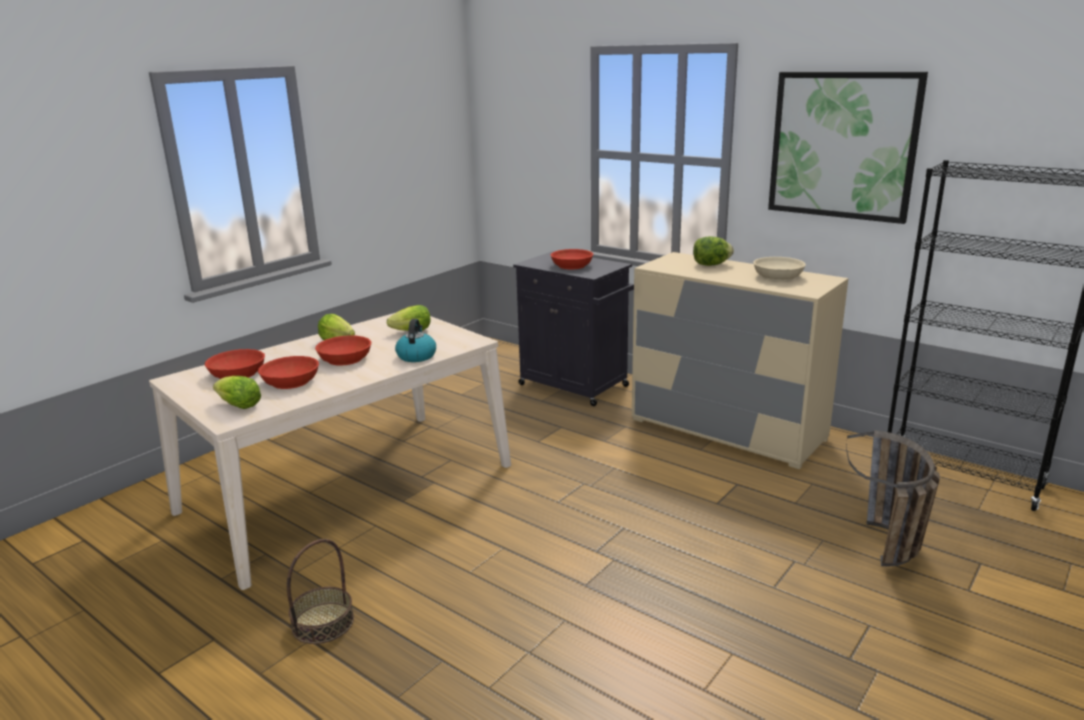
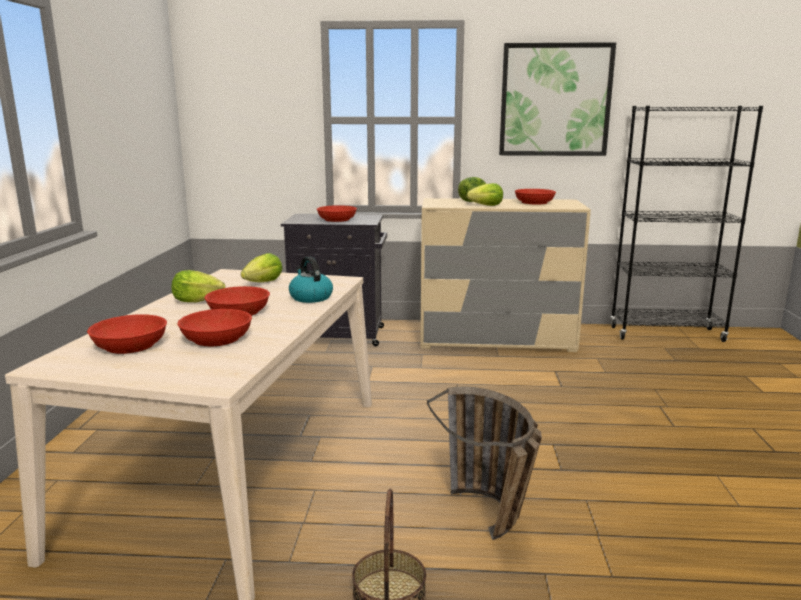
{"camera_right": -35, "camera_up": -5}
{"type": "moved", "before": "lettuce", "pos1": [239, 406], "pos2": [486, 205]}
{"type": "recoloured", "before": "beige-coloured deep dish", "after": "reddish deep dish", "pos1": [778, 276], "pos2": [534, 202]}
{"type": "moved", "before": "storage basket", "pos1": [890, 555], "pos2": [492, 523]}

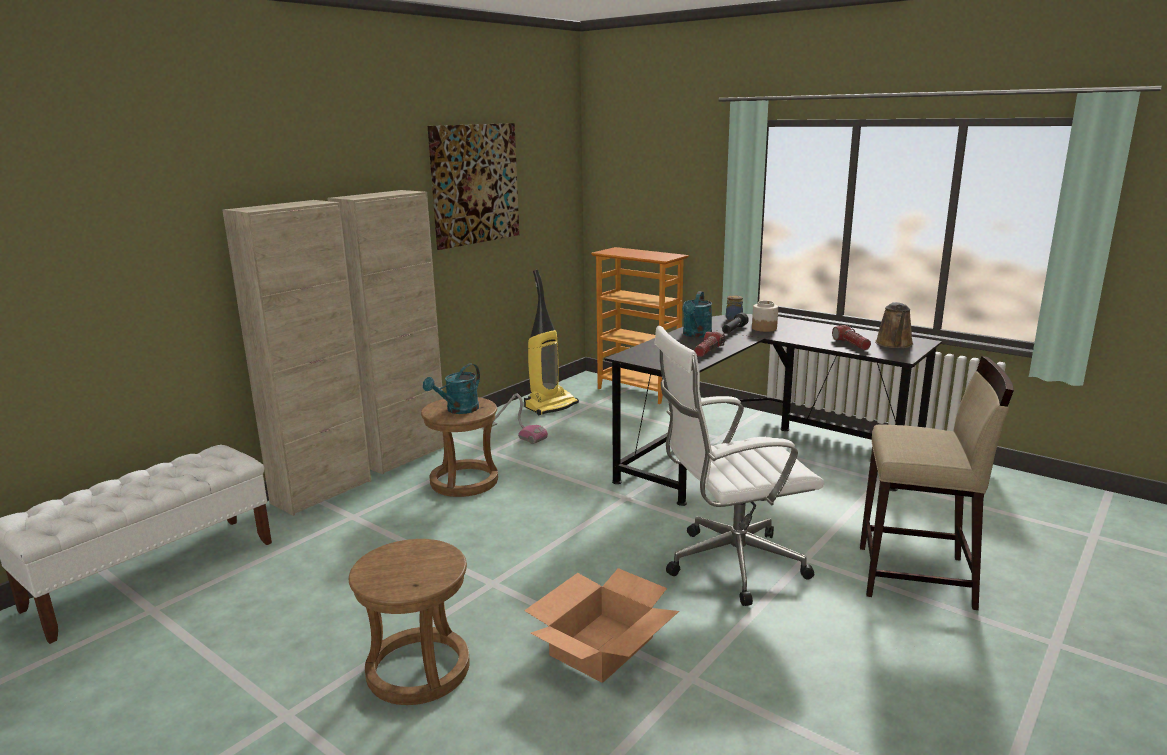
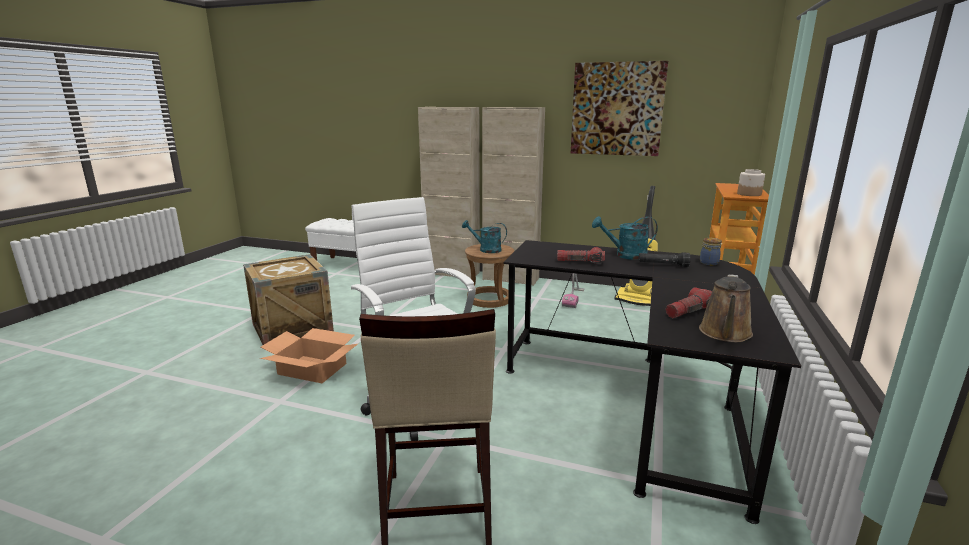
{"camera_right": 70, "camera_up": 0}
{"type": "replaced", "before": "brown-coloured stool seat", "after": "crate", "pos1": [418, 669], "pos2": [292, 328]}
{"type": "moved", "before": "jar", "pos1": [764, 328], "pos2": [749, 194]}
{"type": "turned", "before": "brown-coloured watering pot", "pos1": [894, 344], "pos2": [725, 334], "turn": -60}

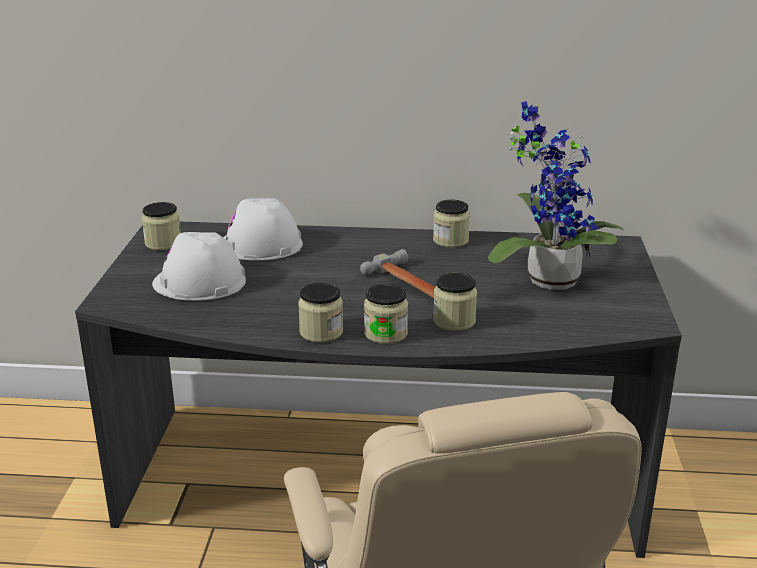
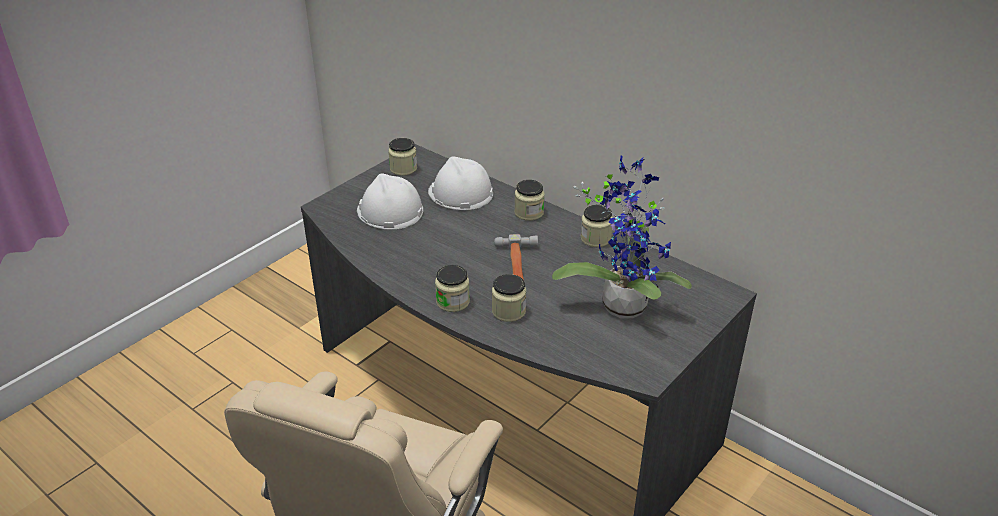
{"camera_right": 35, "camera_up": 10}
{"type": "moved", "before": "jar", "pos1": [321, 332], "pos2": [529, 213]}

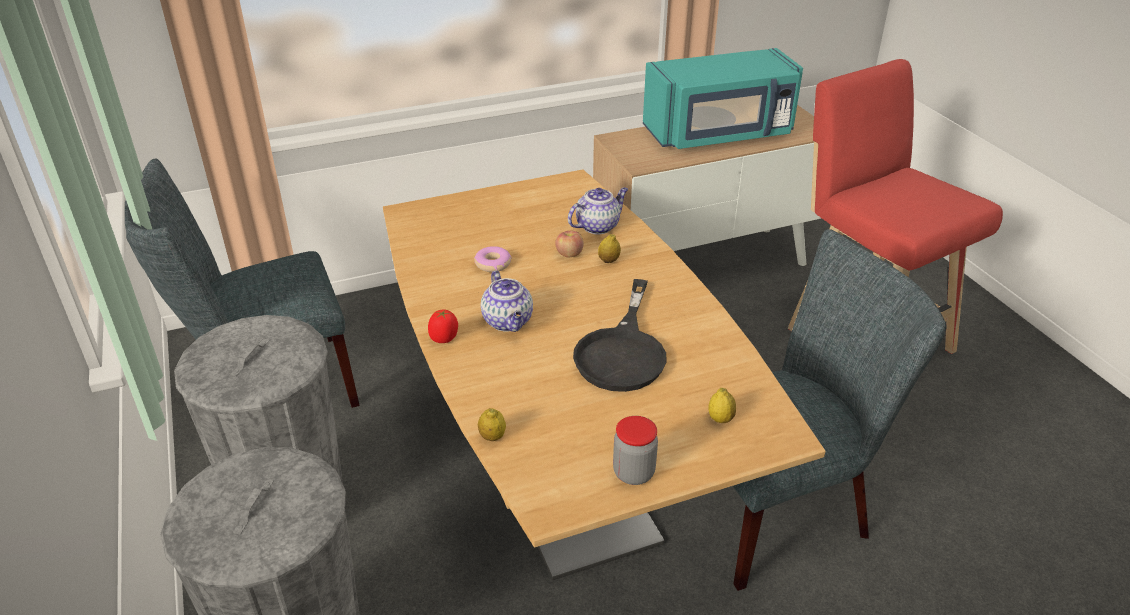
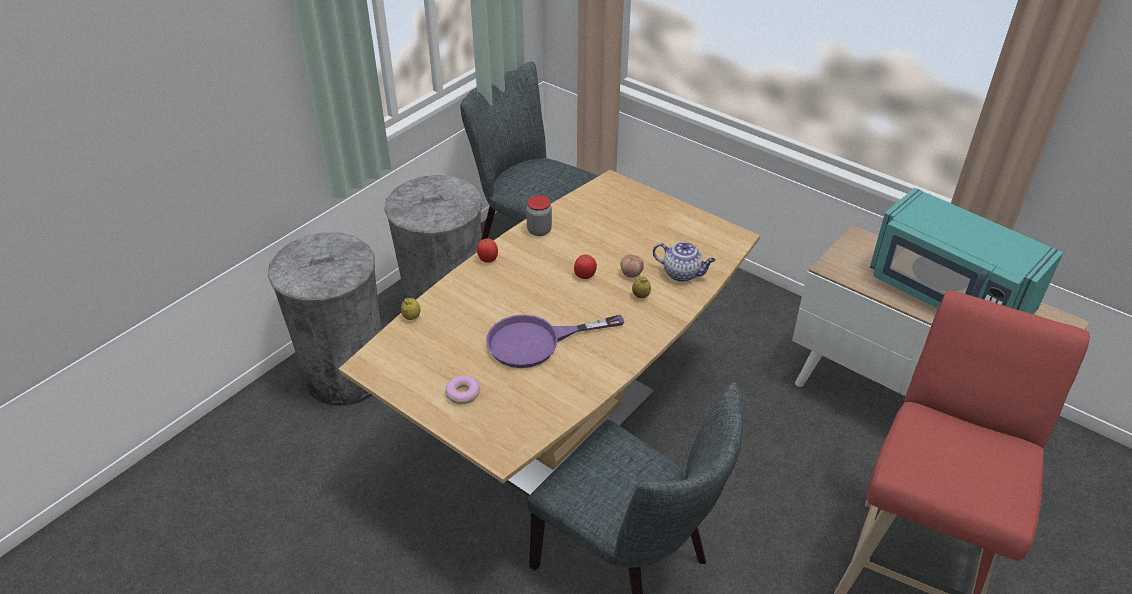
{"camera_right": 60, "camera_up": 5}
{"type": "moved", "before": "ring doughnut", "pos1": [493, 264], "pos2": [462, 393]}
{"type": "removed", "before": "teapot", "pos1": [508, 322]}
{"type": "recoloured", "before": "black-coloured pan", "after": "purplish pan", "pos1": [623, 351], "pos2": [536, 342]}
{"type": "moved", "before": "jar", "pos1": [633, 473], "pos2": [539, 230]}
{"type": "removed", "before": "citrus fruit", "pos1": [720, 419]}
{"type": "added", "after": "tomato", "pos2": [585, 276]}

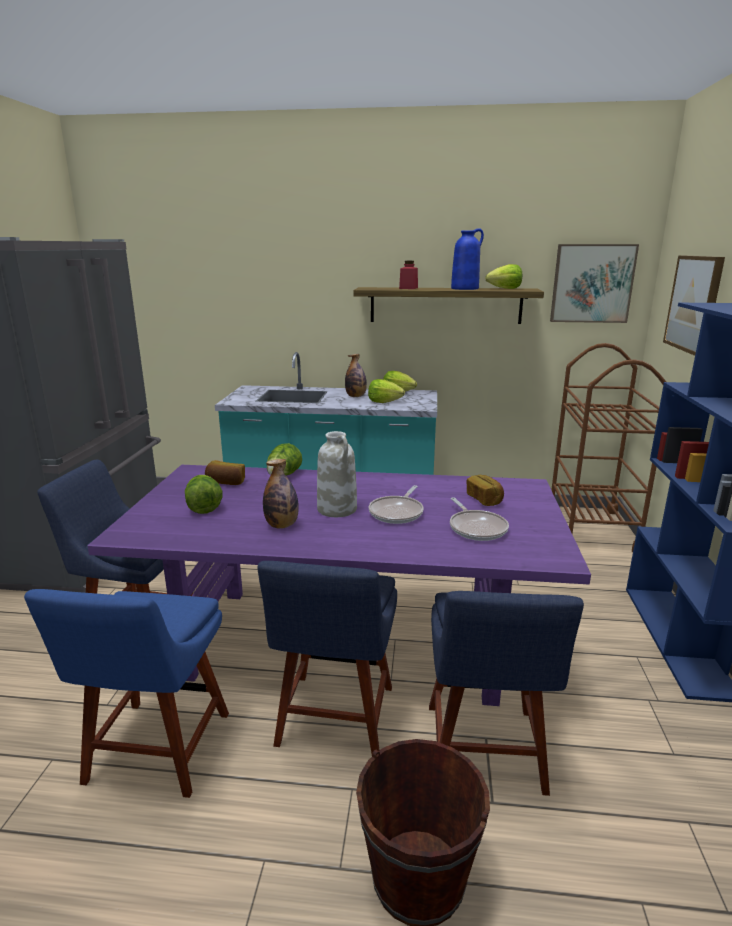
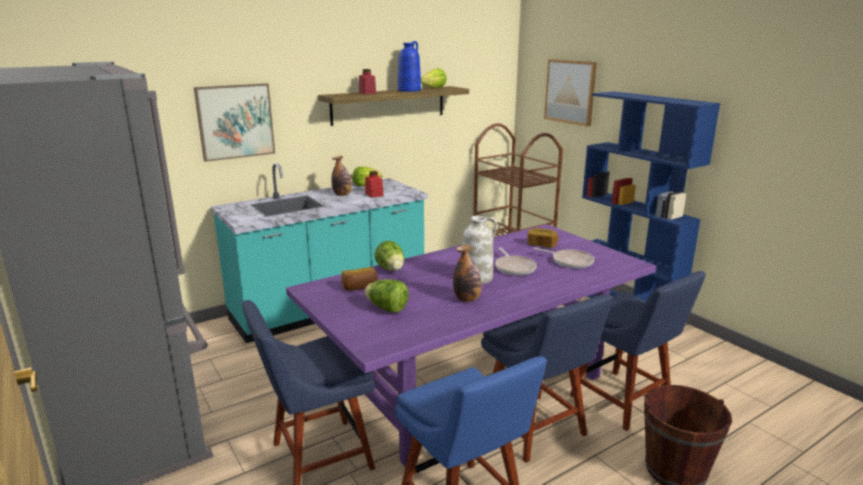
{"camera_right": -40, "camera_up": 0}
{"type": "replaced", "before": "lettuce", "after": "reddish jar", "pos1": [384, 402], "pos2": [374, 194]}
{"type": "moved", "before": "wall art", "pos1": [592, 283], "pos2": [235, 121]}

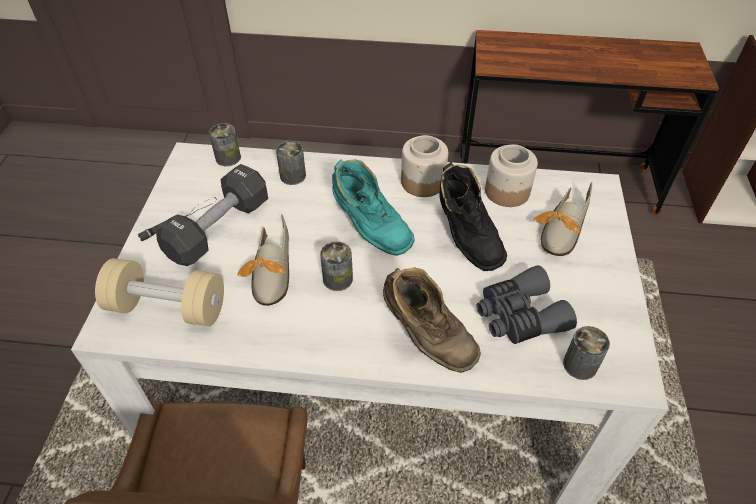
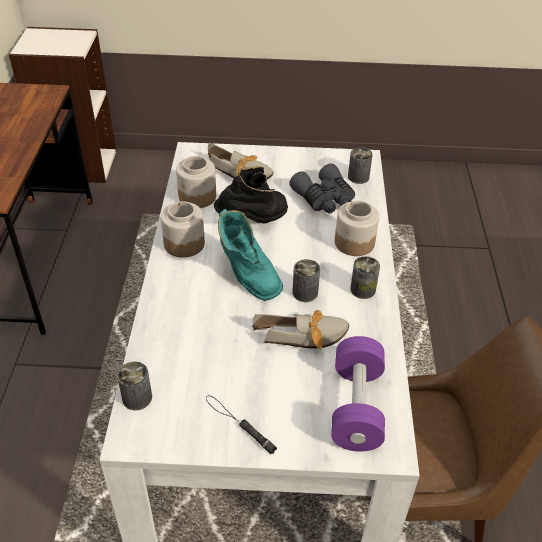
{"camera_right": -95, "camera_up": -5}
{"type": "recoloured", "before": "beige-coloured dumbbell", "after": "purplish dumbbell", "pos1": [168, 307], "pos2": [356, 407]}
{"type": "removed", "before": "black-coloured dumbbell", "pos1": [219, 229]}
{"type": "moved", "before": "metal can", "pos1": [293, 176], "pos2": [363, 289]}
{"type": "turned", "before": "turquoise high-top boot", "pos1": [369, 230], "pos2": [247, 276], "turn": 105}
{"type": "replaced", "before": "brown-coloured high-top boot", "after": "jar", "pos1": [426, 339], "pos2": [354, 242]}

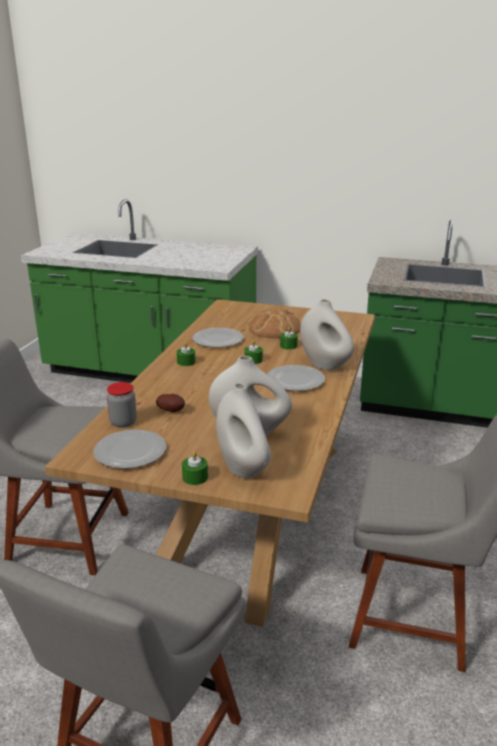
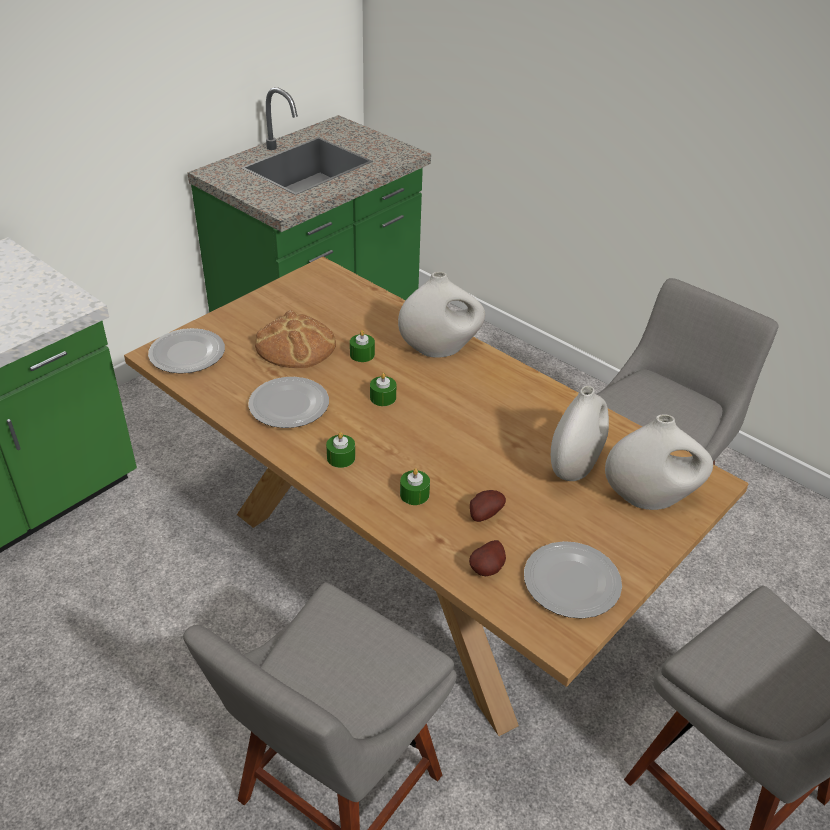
{"camera_right": -65, "camera_up": 15}
{"type": "replaced", "before": "jar", "after": "potato", "pos1": [123, 422], "pos2": [488, 569]}
{"type": "moved", "before": "greenish candle", "pos1": [195, 477], "pos2": [414, 494]}
{"type": "moved", "before": "plate", "pos1": [294, 381], "pos2": [187, 354]}

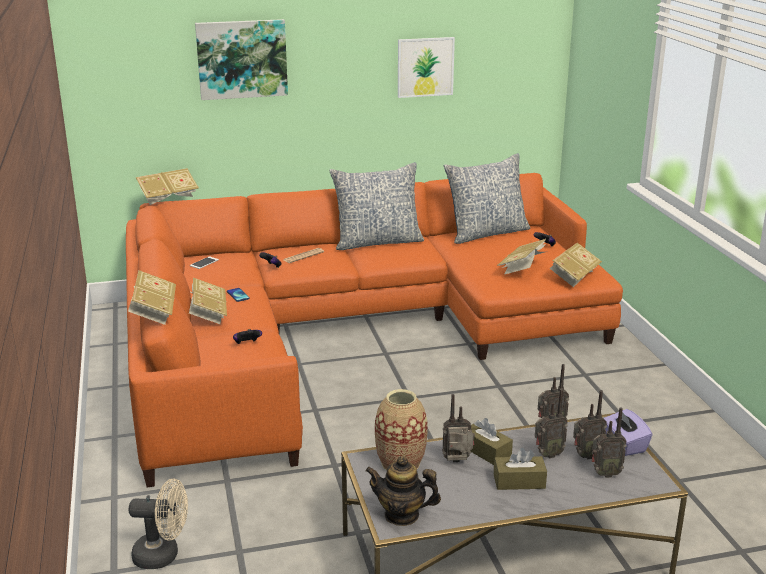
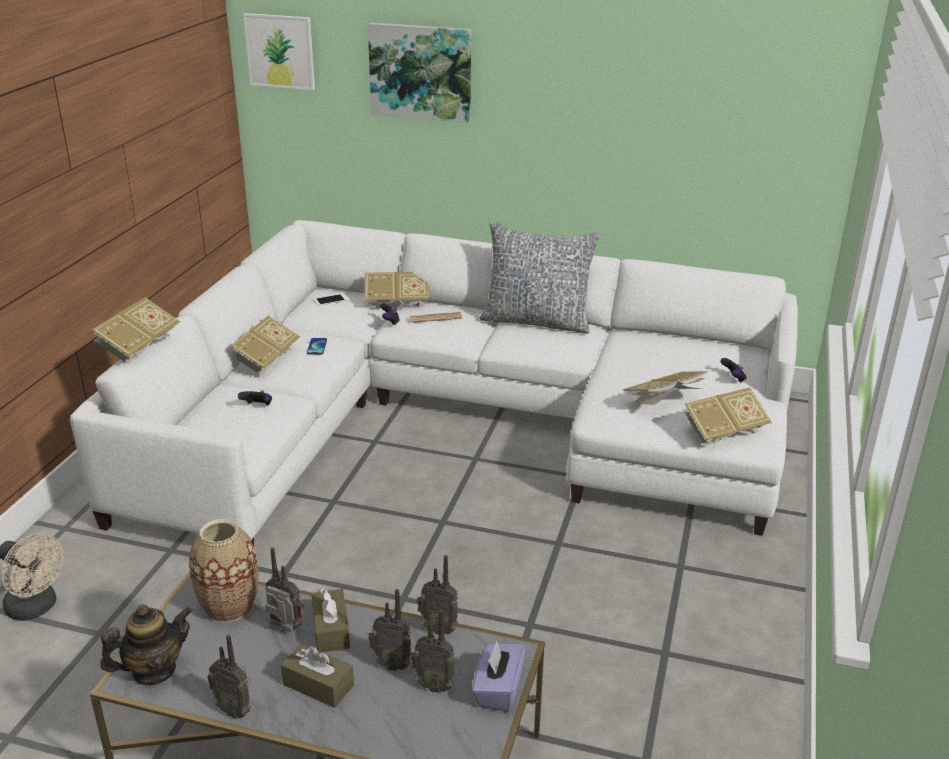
{"camera_right": 30, "camera_up": 5}
{"type": "recoloured", "before": "orange-coloured couch", "after": "white couch", "pos1": [346, 334], "pos2": [458, 421]}
{"type": "moved", "before": "bound book", "pos1": [168, 198], "pos2": [397, 302]}
{"type": "turned", "before": "teapot", "pos1": [402, 515], "pos2": [154, 670], "turn": 105}
{"type": "moved", "before": "wall art", "pos1": [425, 67], "pos2": [280, 51]}
{"type": "removed", "before": "cushion", "pos1": [486, 233]}
{"type": "moved", "before": "radio", "pos1": [604, 473], "pos2": [235, 709]}

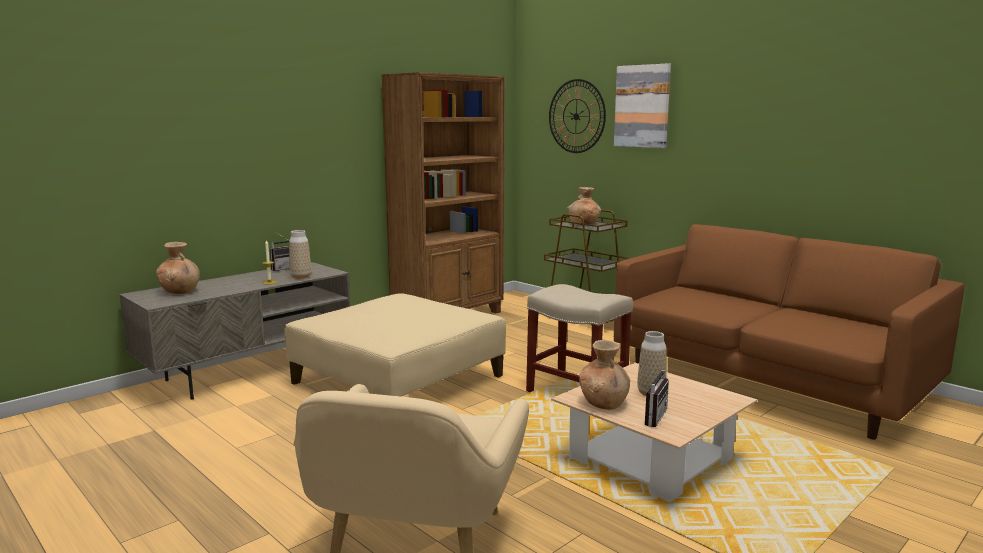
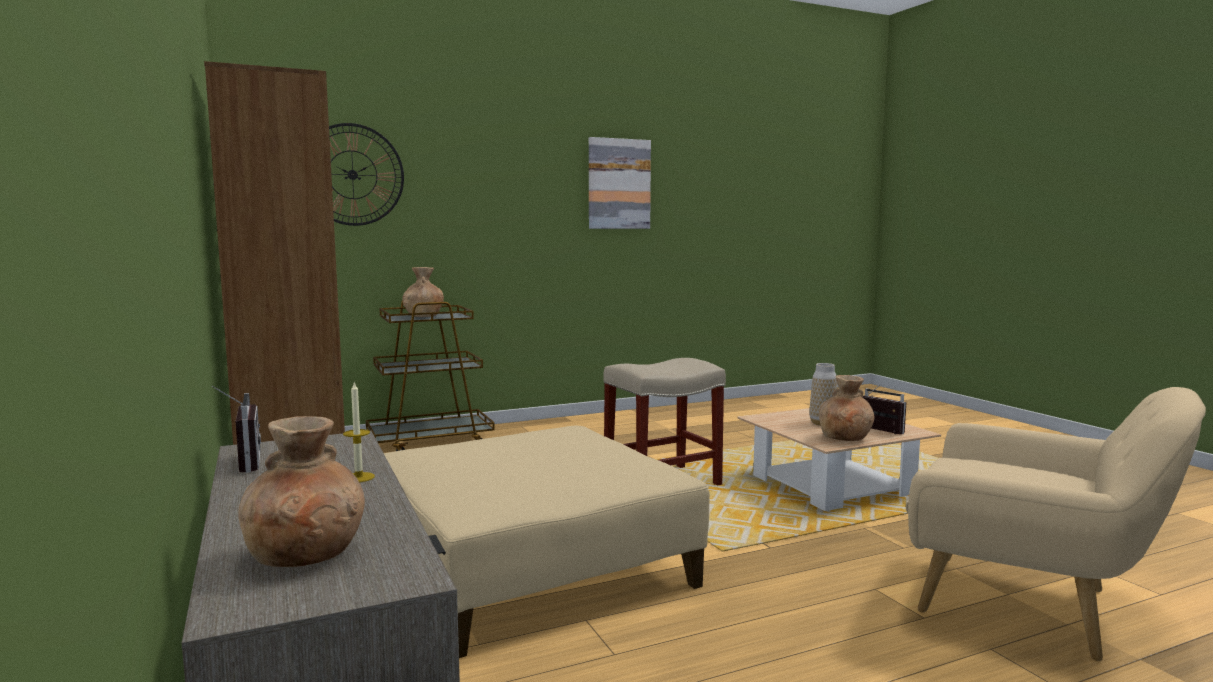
{"camera_right": -70, "camera_up": -5}
{"type": "removed", "before": "decorative vase", "pos1": [301, 277]}
{"type": "moved", "before": "wall art", "pos1": [642, 106], "pos2": [618, 184]}
{"type": "removed", "before": "brown-coloured couch", "pos1": [768, 382]}

